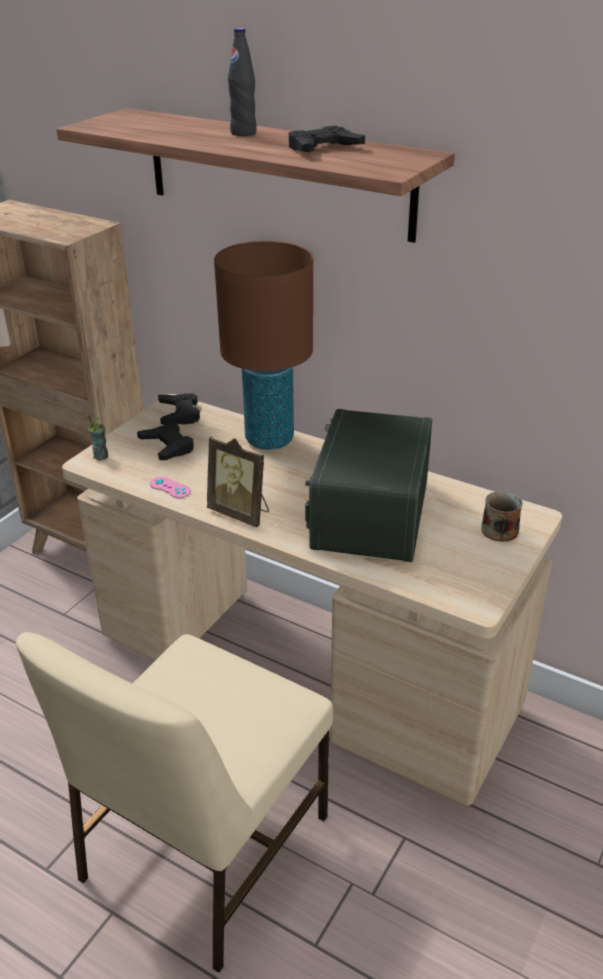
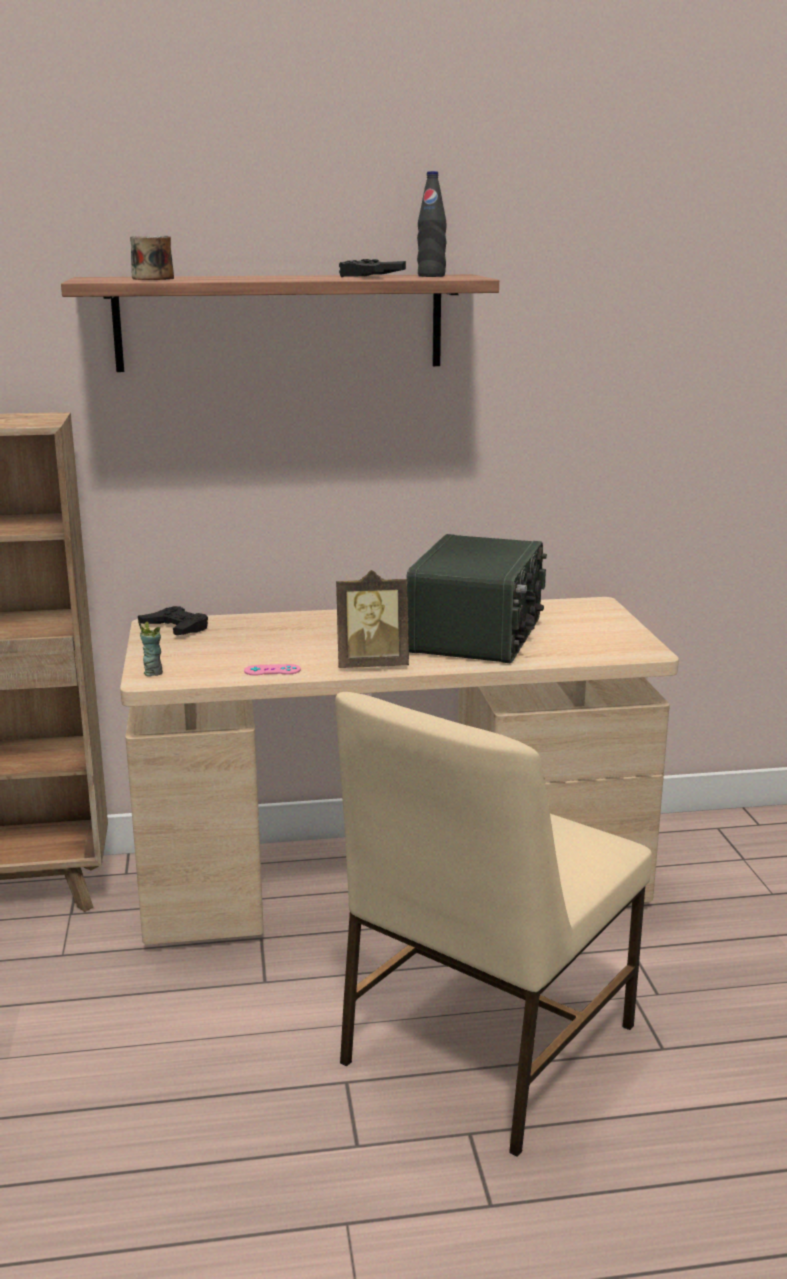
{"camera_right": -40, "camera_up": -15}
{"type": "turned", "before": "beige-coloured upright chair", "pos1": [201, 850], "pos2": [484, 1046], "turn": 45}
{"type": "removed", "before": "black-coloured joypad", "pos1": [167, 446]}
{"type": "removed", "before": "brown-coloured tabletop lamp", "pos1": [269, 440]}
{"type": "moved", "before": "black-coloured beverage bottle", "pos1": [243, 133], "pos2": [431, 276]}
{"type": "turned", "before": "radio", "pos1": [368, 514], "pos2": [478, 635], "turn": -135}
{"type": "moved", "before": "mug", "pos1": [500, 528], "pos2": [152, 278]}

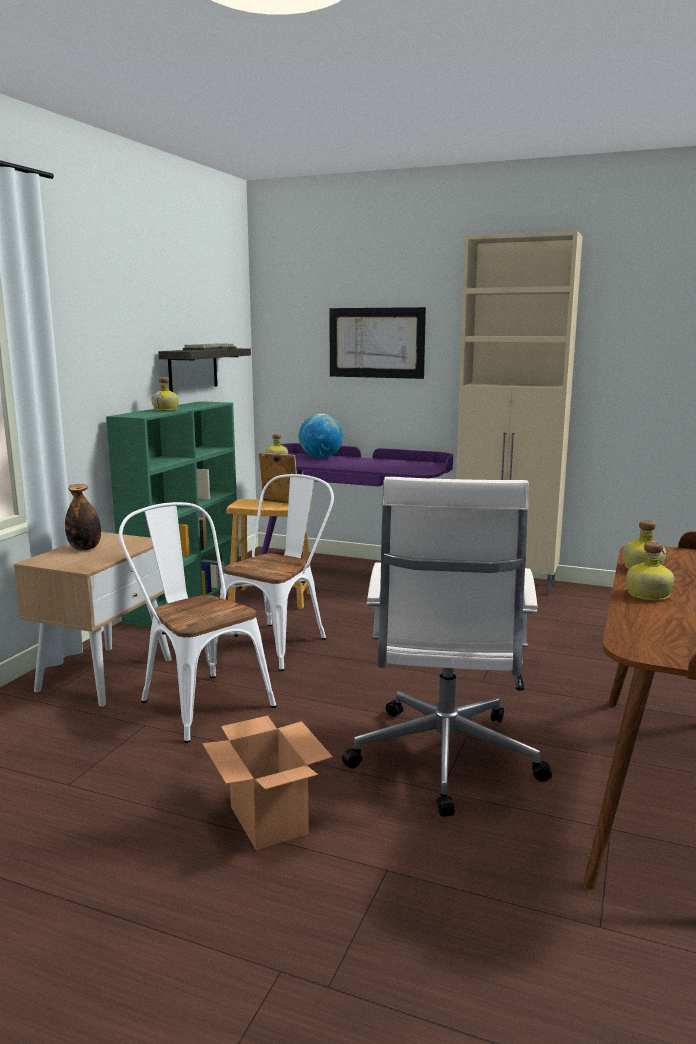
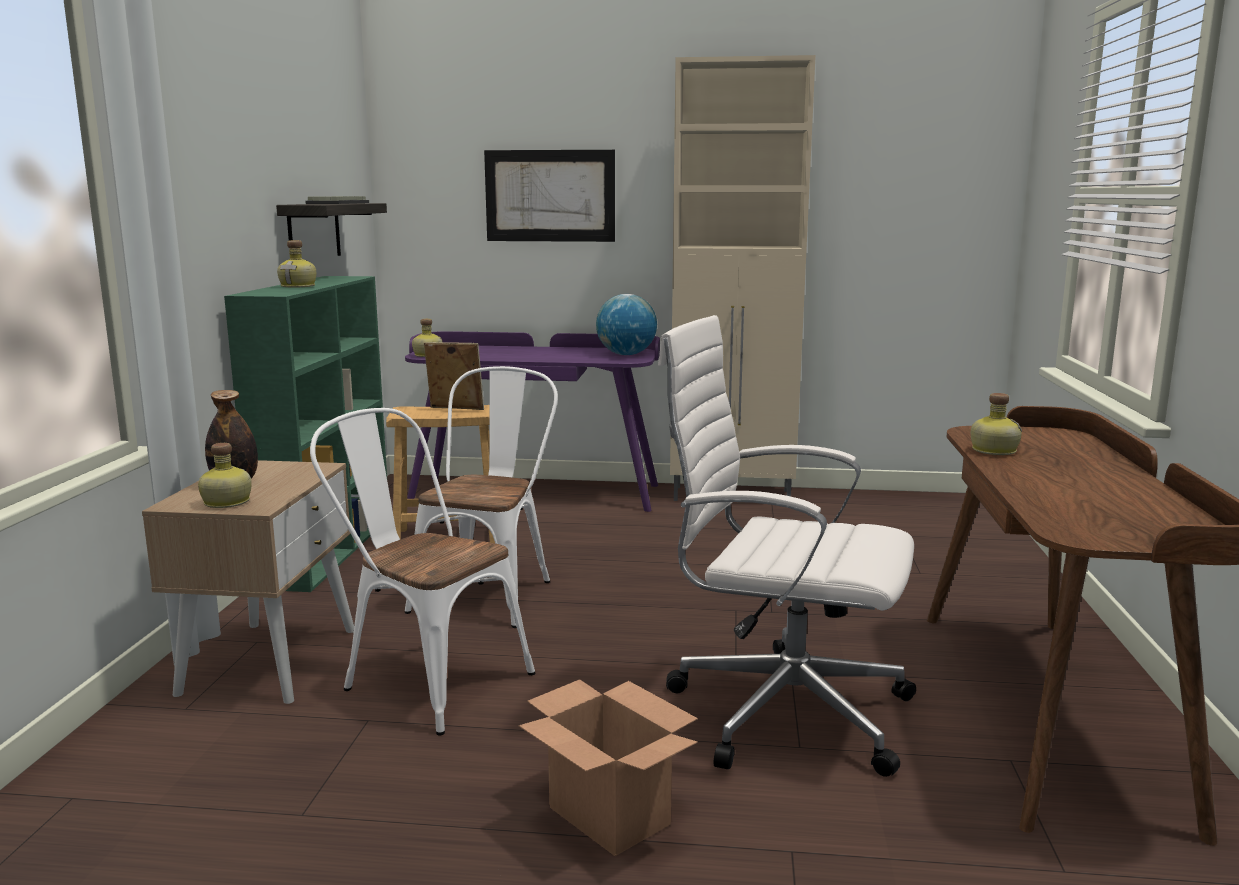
{"camera_right": -15, "camera_up": 0}
{"type": "moved", "before": "globe", "pos1": [321, 458], "pos2": [626, 354]}
{"type": "turned", "before": "white office chair", "pos1": [444, 760], "pos2": [782, 710], "turn": 120}
{"type": "moved", "before": "beverage bottle", "pos1": [647, 595], "pos2": [225, 502]}

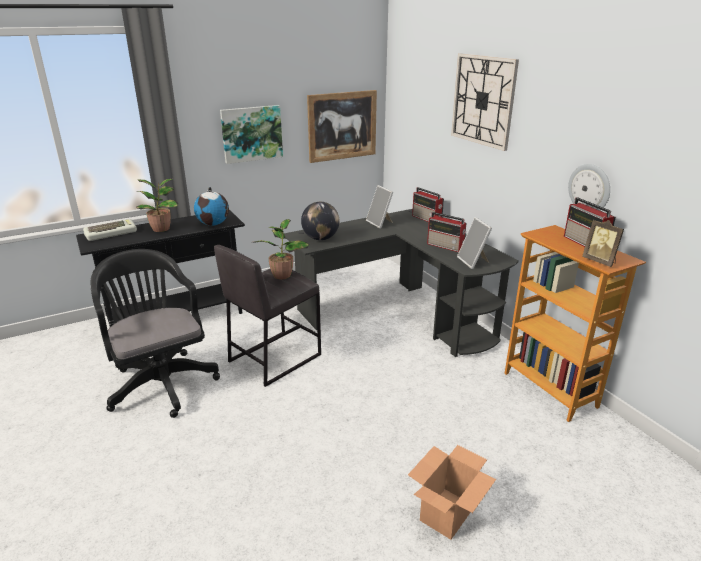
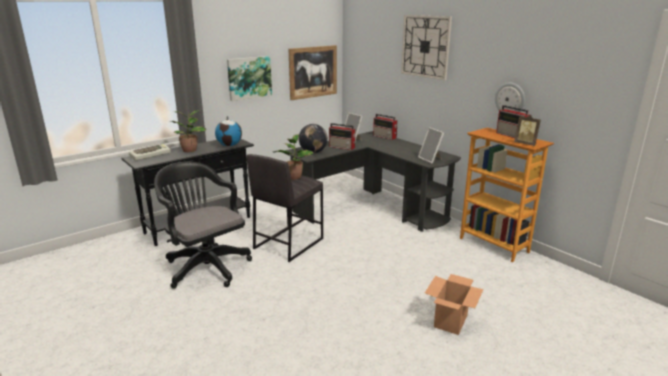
{"camera_right": -10, "camera_up": -5}
{"type": "moved", "before": "radio", "pos1": [446, 246], "pos2": [342, 147]}

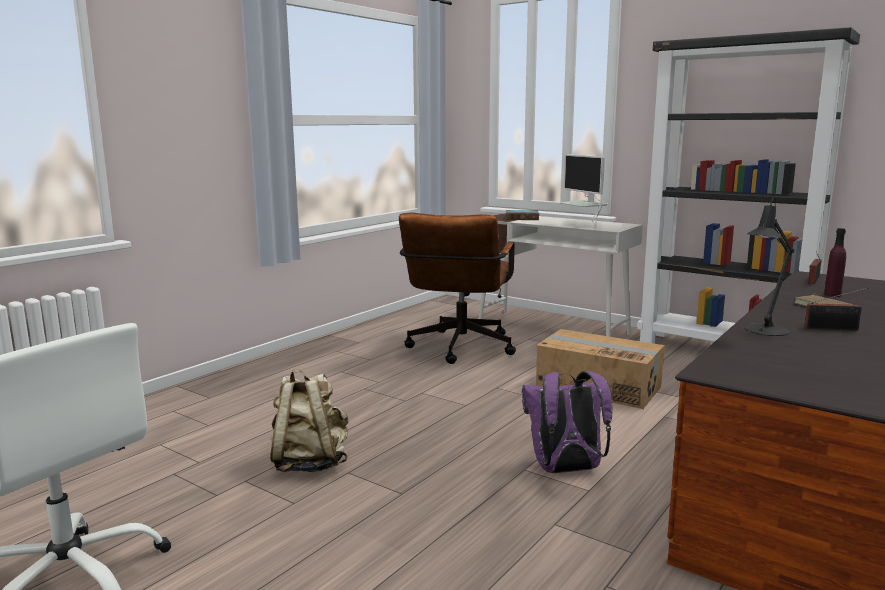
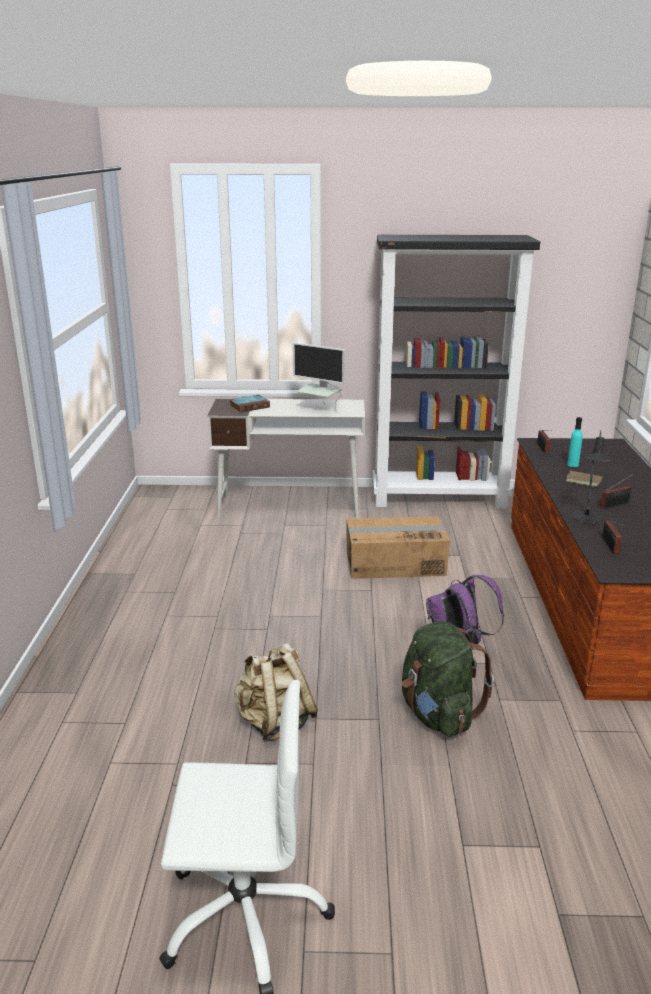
{"camera_right": -35, "camera_up": 10}
{"type": "removed", "before": "brown-coloured office chair", "pos1": [459, 350]}
{"type": "recoloured", "before": "purplish beverage bottle", "after": "turquoise beverage bottle", "pos1": [832, 295], "pos2": [573, 465]}
{"type": "added", "after": "greenish rucksack", "pos2": [438, 714]}
{"type": "added", "after": "radio", "pos2": [610, 546]}

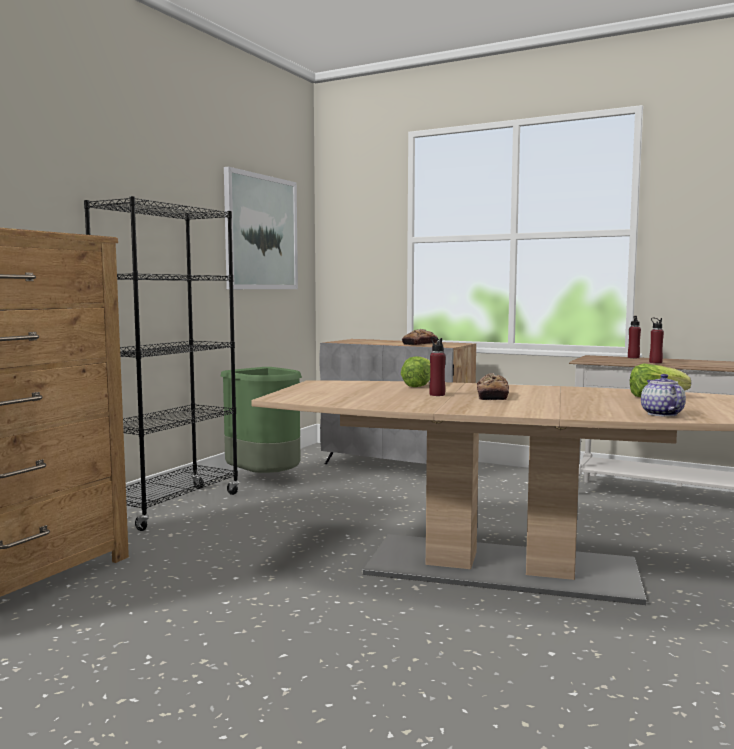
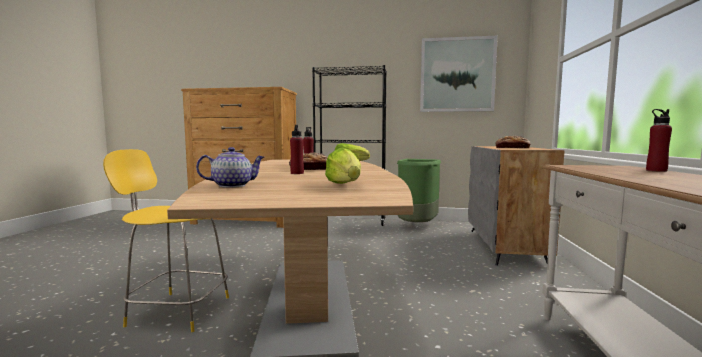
{"camera_right": 70, "camera_up": 0}
{"type": "moved", "before": "reddish beverage bottle", "pos1": [655, 362], "pos2": [297, 173]}
{"type": "added", "after": "yellowish upright chair", "pos2": [177, 310]}

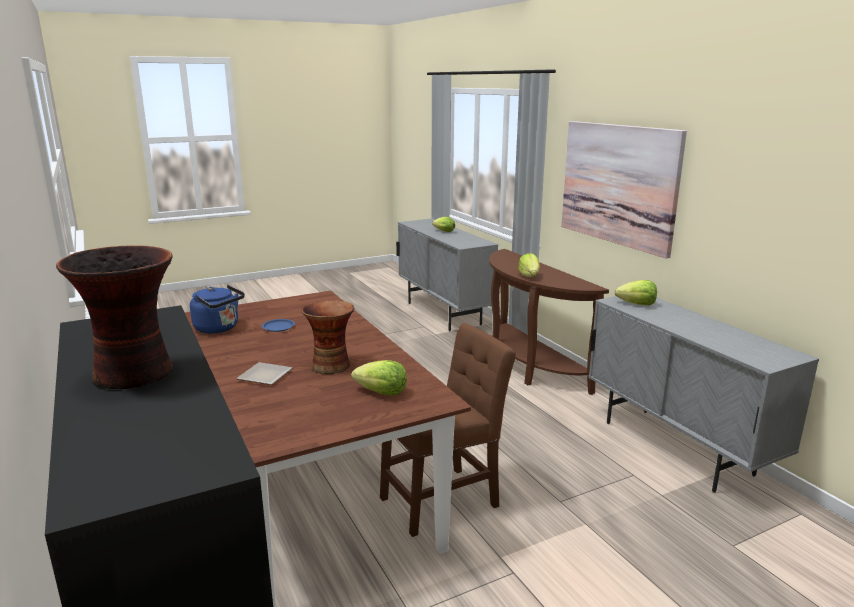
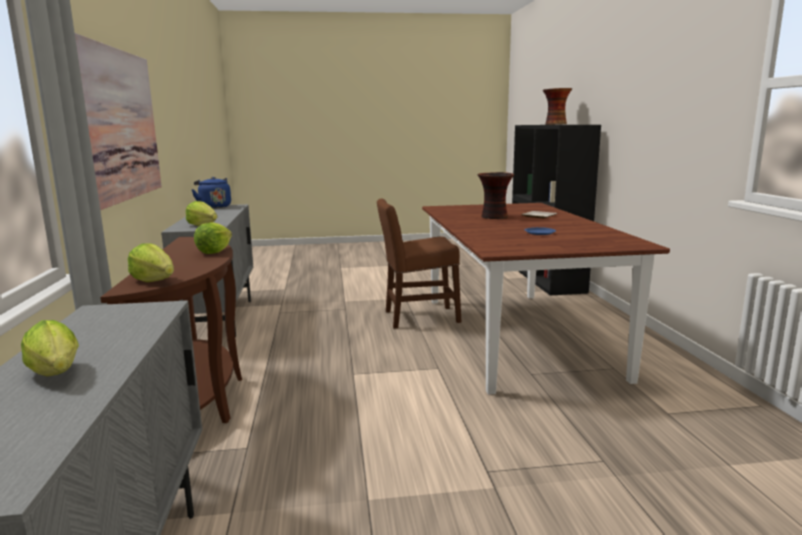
{"camera_right": -160, "camera_up": -5}
{"type": "moved", "before": "blue tea kettle", "pos1": [219, 328], "pos2": [214, 206]}
{"type": "moved", "before": "lettuce", "pos1": [381, 393], "pos2": [154, 281]}

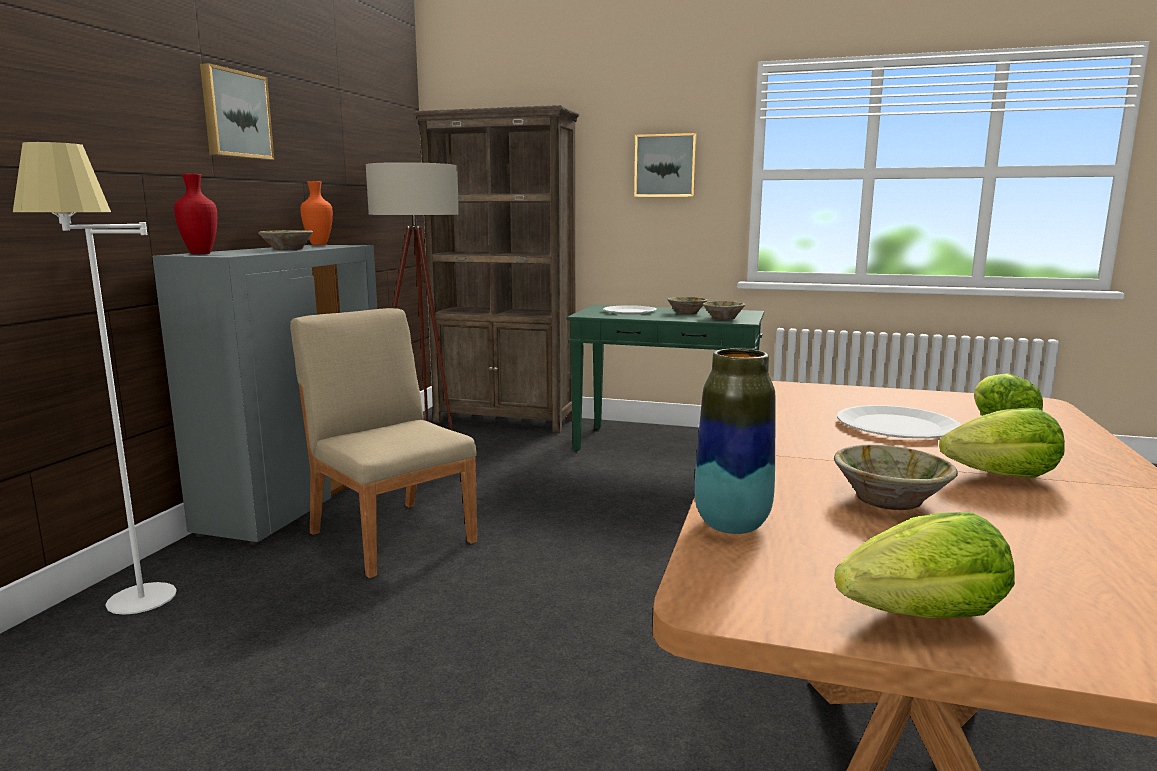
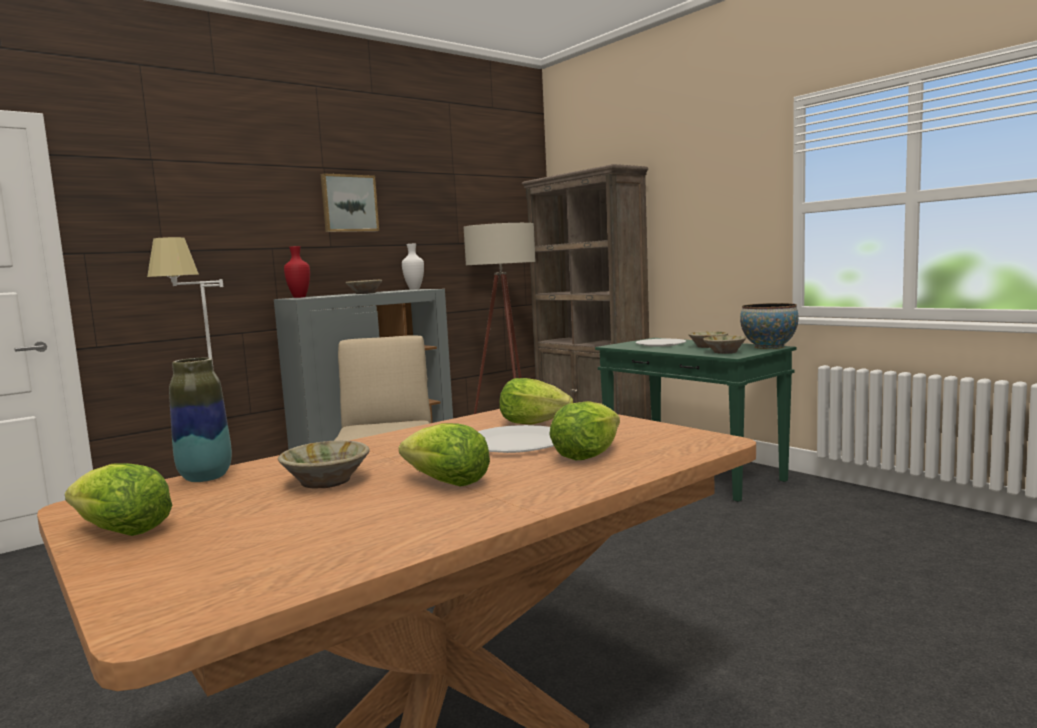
{"camera_right": 35, "camera_up": -5}
{"type": "recoloured", "before": "orange-coloured decorative vase", "after": "white decorative vase", "pos1": [319, 244], "pos2": [414, 289]}
{"type": "removed", "before": "wall art", "pos1": [665, 165]}
{"type": "added", "after": "lettuce", "pos2": [533, 423]}
{"type": "added", "after": "deep dish", "pos2": [769, 347]}

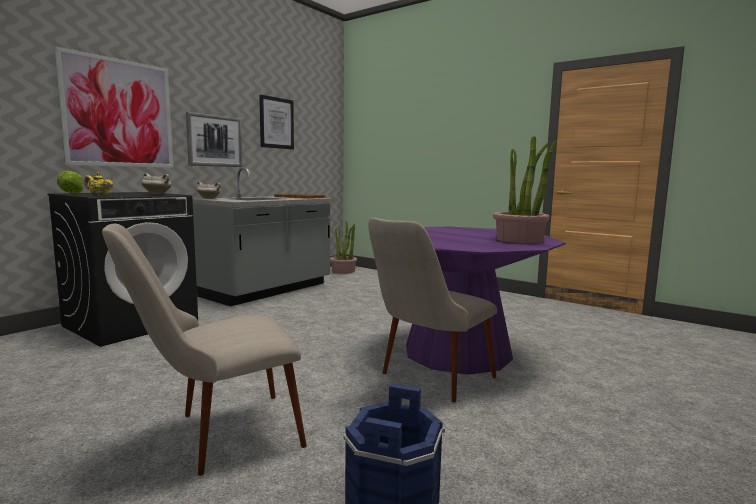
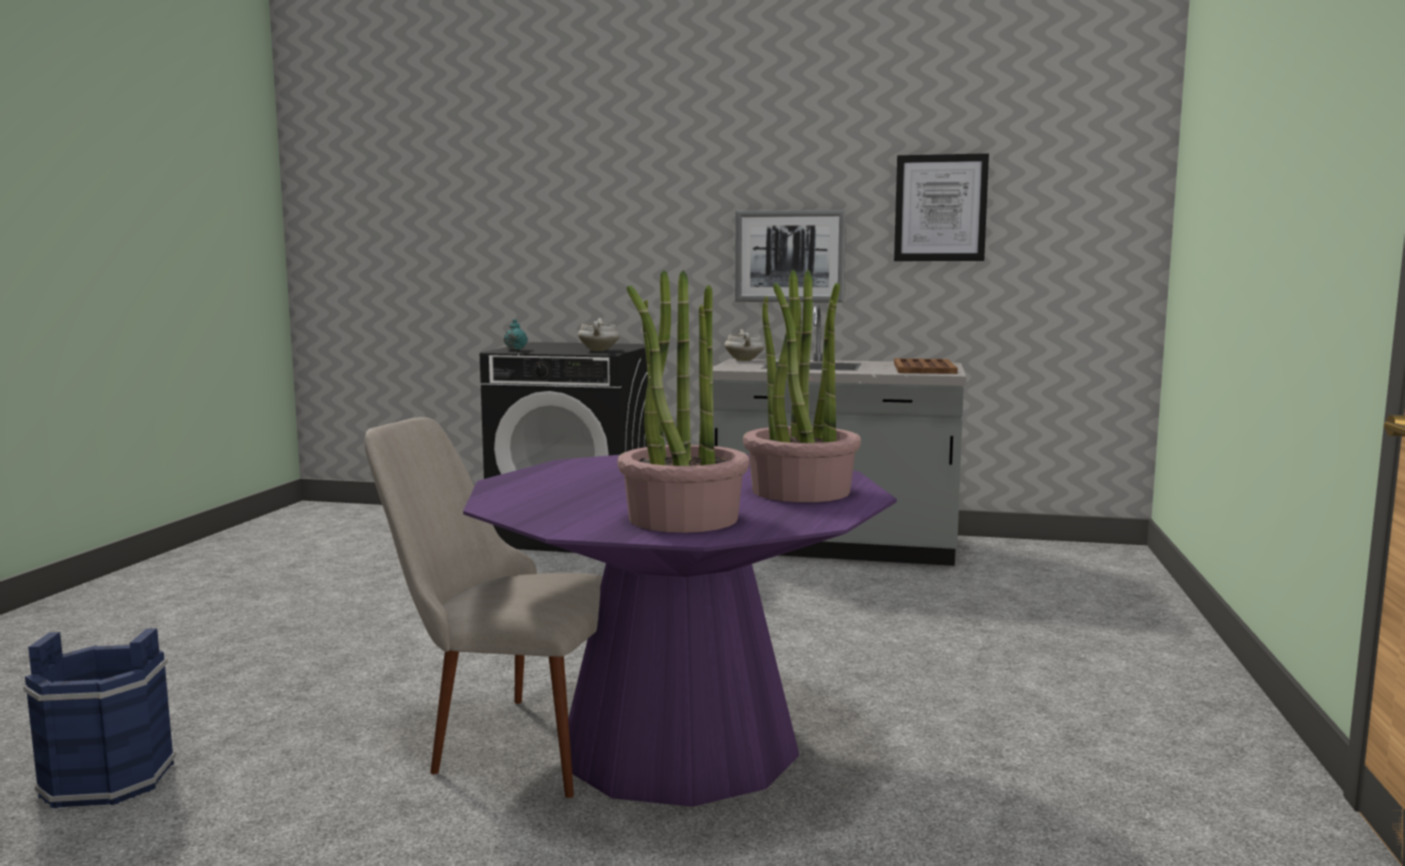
{"camera_right": 65, "camera_up": 0}
{"type": "removed", "before": "wall art", "pos1": [119, 113]}
{"type": "removed", "before": "lettuce", "pos1": [71, 193]}
{"type": "recoloured", "before": "yellowish teapot", "after": "turquoise teapot", "pos1": [99, 195], "pos2": [516, 349]}
{"type": "removed", "before": "beige-coloured upright chair", "pos1": [216, 436]}
{"type": "moved", "before": "houseplant", "pos1": [343, 271], "pos2": [800, 491]}

